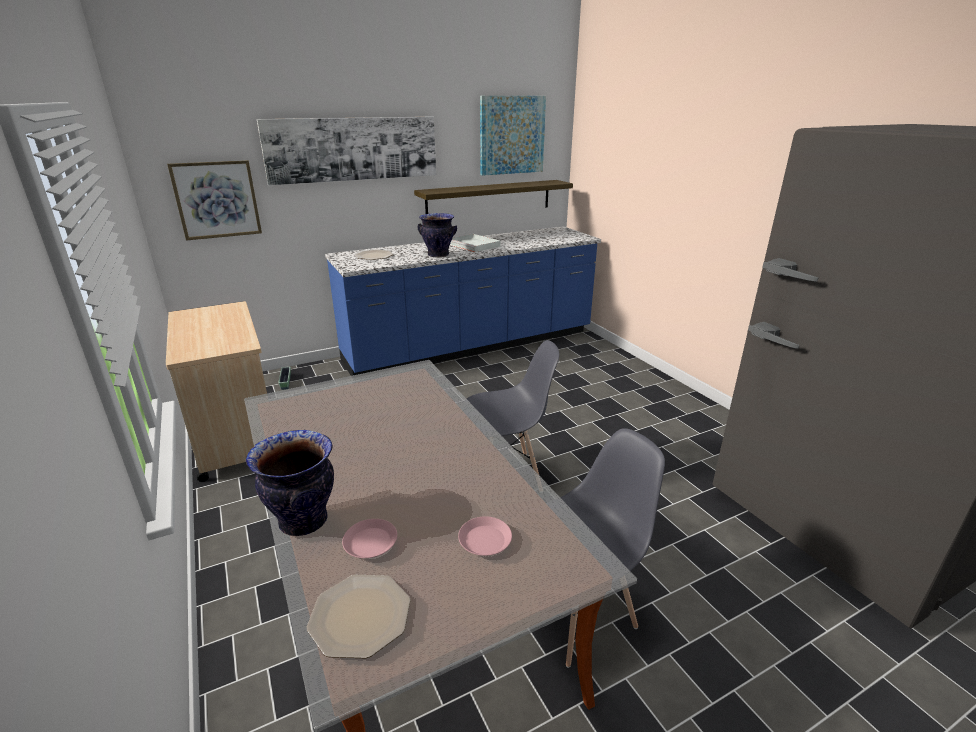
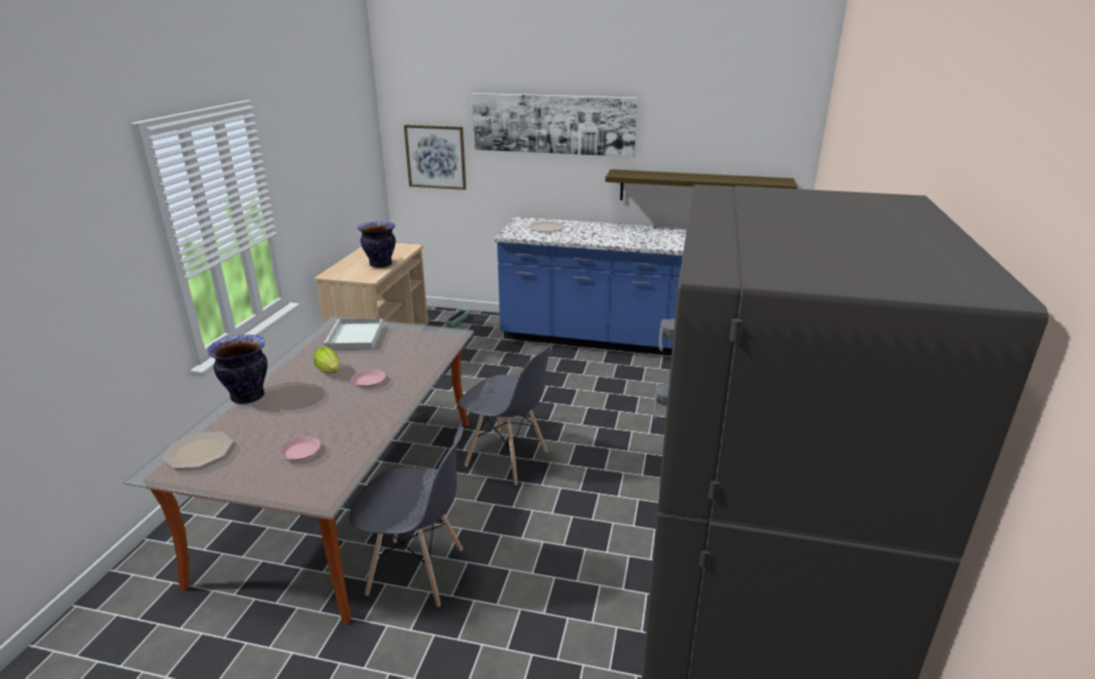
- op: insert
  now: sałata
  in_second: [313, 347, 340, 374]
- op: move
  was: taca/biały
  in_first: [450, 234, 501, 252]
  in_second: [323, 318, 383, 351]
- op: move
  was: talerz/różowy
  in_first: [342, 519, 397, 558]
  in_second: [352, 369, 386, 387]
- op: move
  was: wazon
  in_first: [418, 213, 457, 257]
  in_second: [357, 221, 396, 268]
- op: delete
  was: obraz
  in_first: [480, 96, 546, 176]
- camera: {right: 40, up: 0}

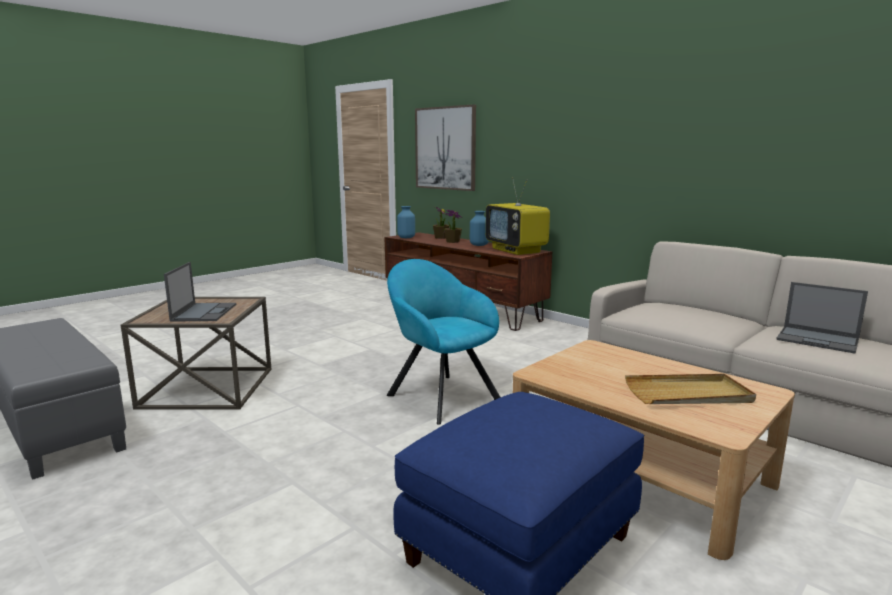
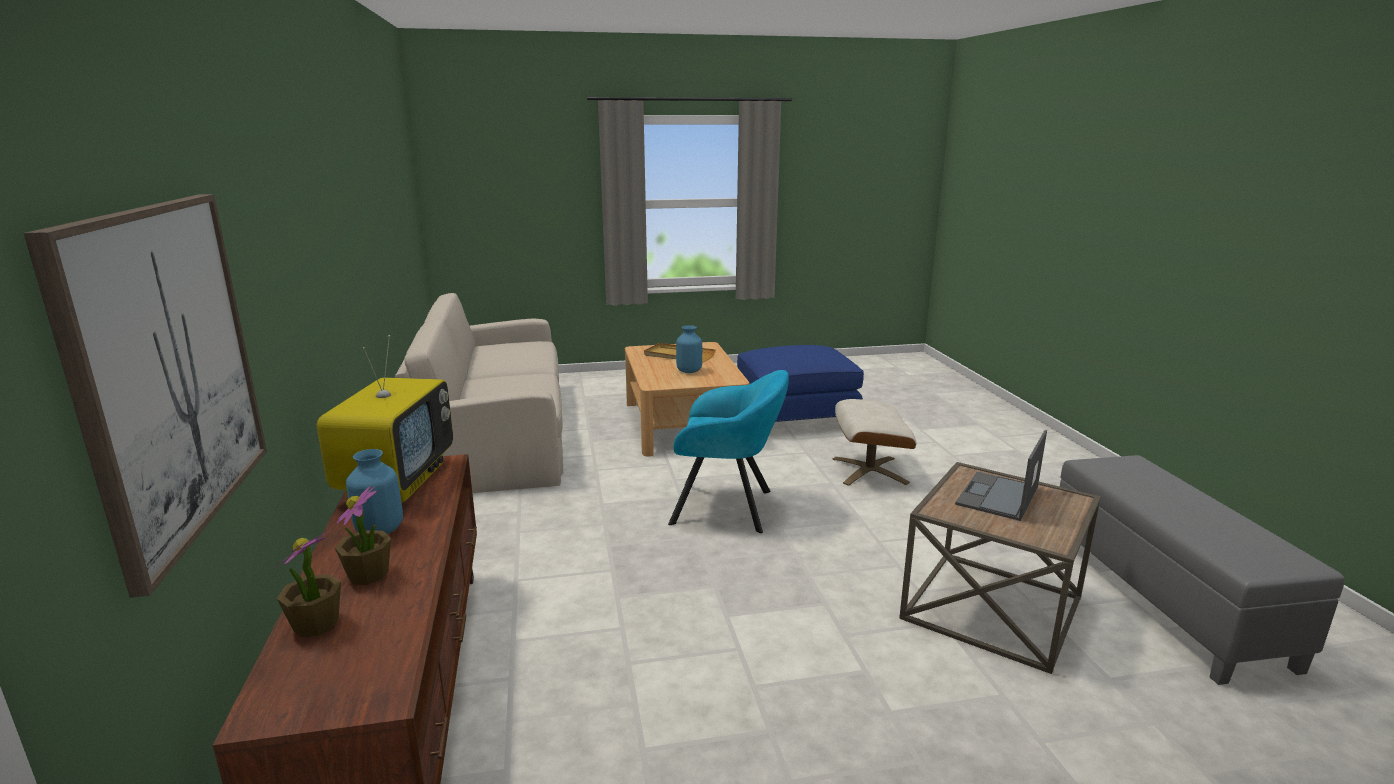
- op: rotate
  was: fotel/turkusowy
  in_first: [387, 259, 500, 425]
  in_second: [668, 370, 789, 533]
  clockwise: -75
- op: move
  was: wazon/niebieski
  in_first: [397, 206, 415, 238]
  in_second: [676, 325, 702, 373]
- op: insert
  now: pufa/beżowy
  in_second: [832, 399, 916, 486]
- op: delete
  was: laptop
  in_first: [776, 282, 868, 353]
- camera: {right: -145, up: 5}

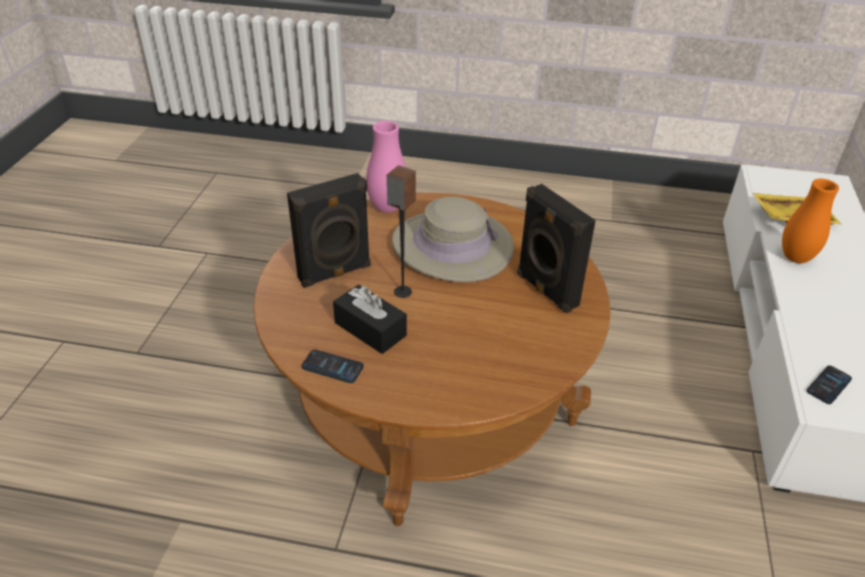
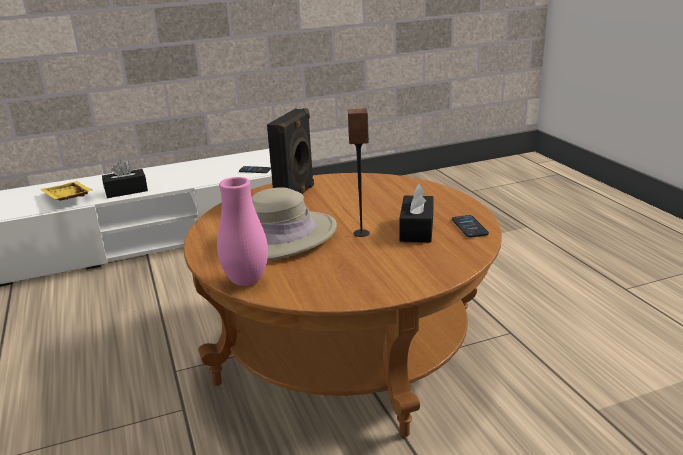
- op: replace
  was: wazon/pomarańczowy
  now: pudełko chusteczek/czarny
  in_first: [782, 179, 839, 263]
  in_second: [102, 160, 148, 198]
- op: delete
  was: głośnik/czarny
  in_first: [287, 173, 371, 288]
- camera: {right: -120, up: -15}

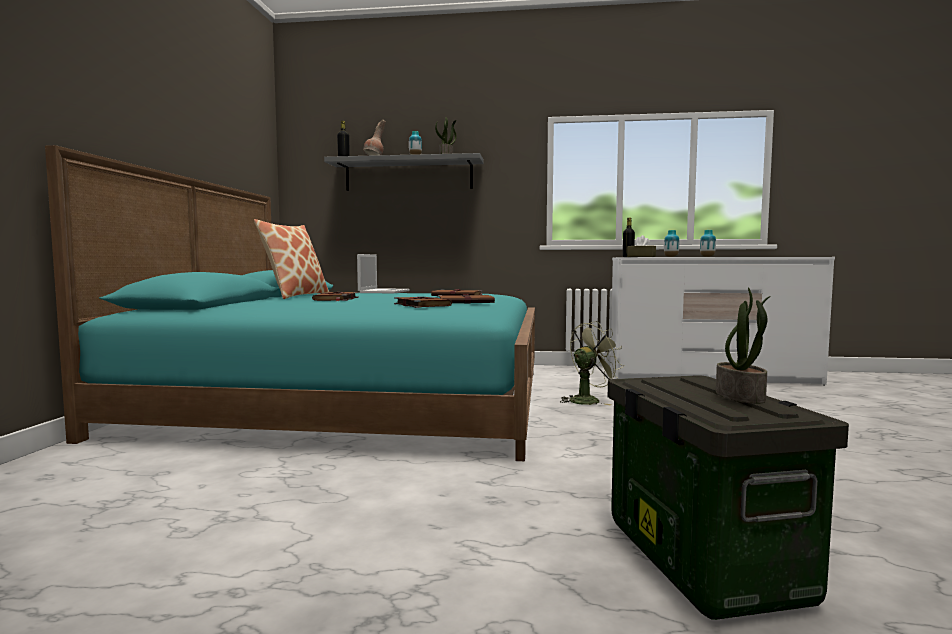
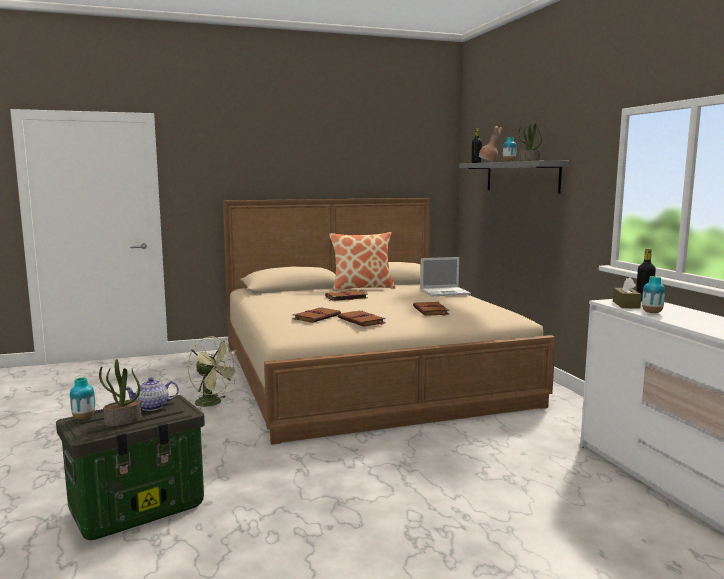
- op: move
  was: wazon
  in_first: [700, 230, 716, 257]
  in_second: [70, 377, 95, 420]
- op: insert
  now: imbryk
  in_second: [126, 377, 179, 411]
- op: move
  was: wentylator/zielony
  in_first: [560, 321, 624, 406]
  in_second: [188, 336, 240, 410]
- op: recolor
  was: łóżko/turkusowy
  now: łóżko/beżowy
  in_first: [45, 145, 535, 461]
  in_second: [223, 198, 556, 445]
- camera: {right: 65, up: 5}

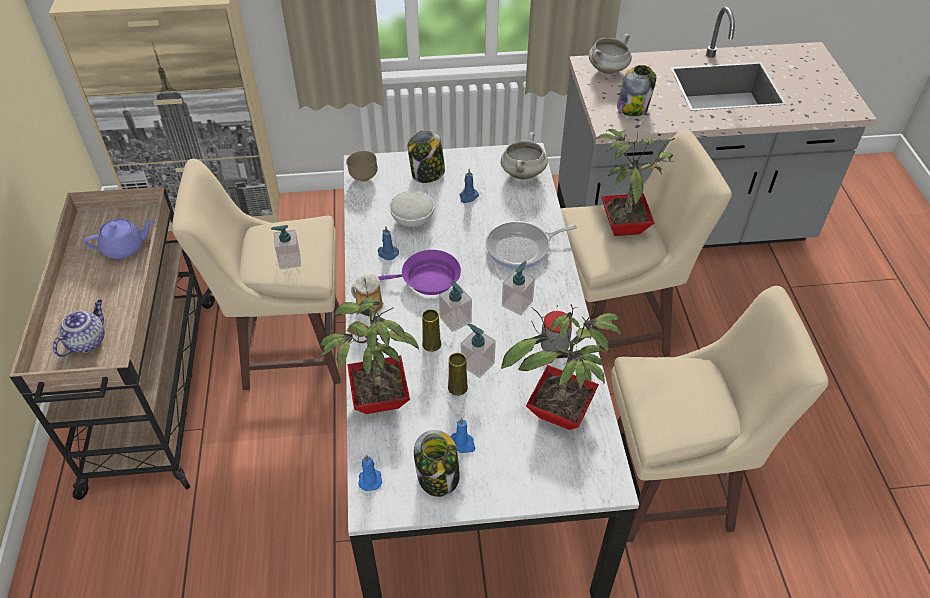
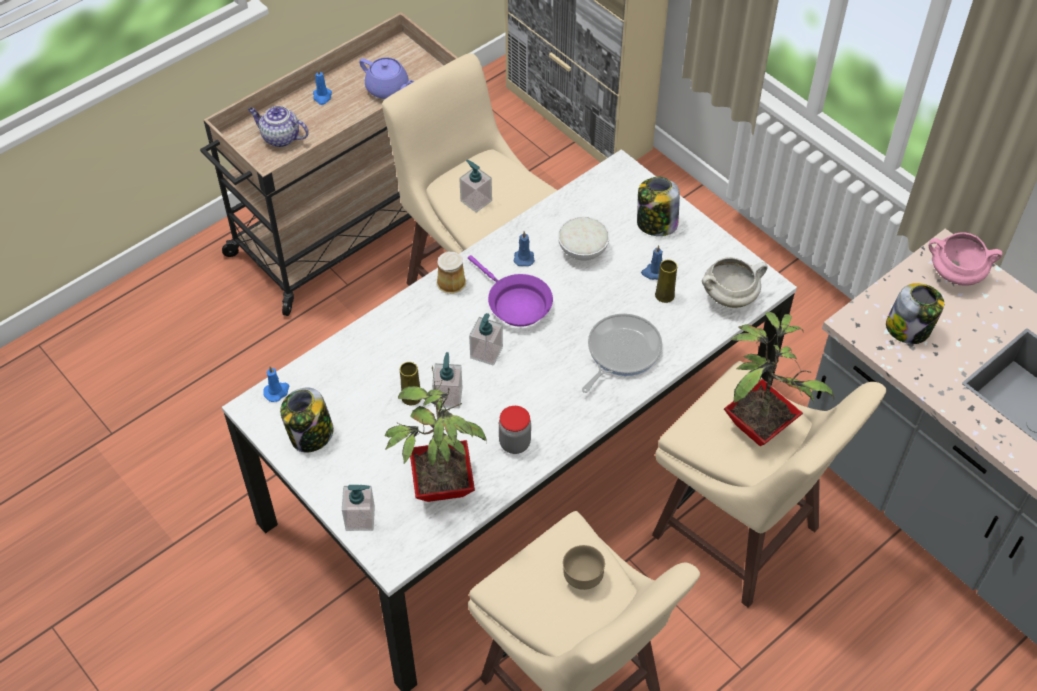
- op: rotate
  was: imbryk
  in_first: [53, 300, 105, 357]
  in_second: [248, 106, 309, 147]
  clockwise: -150
- op: move
  was: świeca/niebieski
  in_first: [450, 418, 475, 453]
  in_second: [313, 68, 332, 105]
- op: move
  was: dozownik mydła
  in_first: [502, 261, 535, 315]
  in_second: [342, 485, 375, 531]
- op: move
  was: miska/brązowy
  in_first: [346, 151, 378, 182]
  in_second: [563, 545, 605, 590]
- op: rotate
  was: patelnia
  in_first: [486, 221, 577, 269]
  in_second: [582, 314, 662, 393]
  clockwise: 90
- op: move
  was: wazon/żółty
  in_first: [422, 309, 441, 352]
  in_second: [655, 260, 677, 303]
- op: recolor
  was: garnek/biały
  now: garnek/różowy
  in_first: [589, 34, 632, 74]
  in_second: [929, 232, 1002, 286]
- op: delete
  was: roślina doniczkowa
  in_first: [320, 277, 419, 414]
- camera: {right: 55, up: 5}

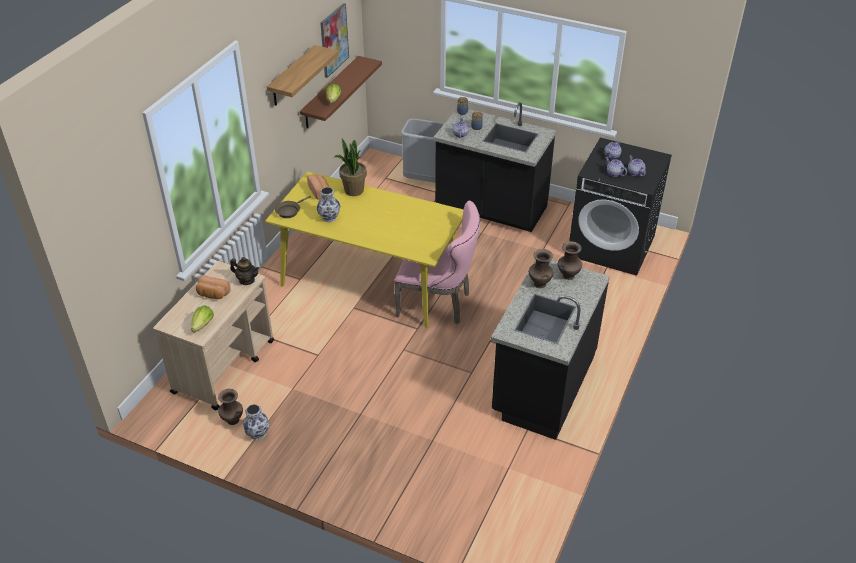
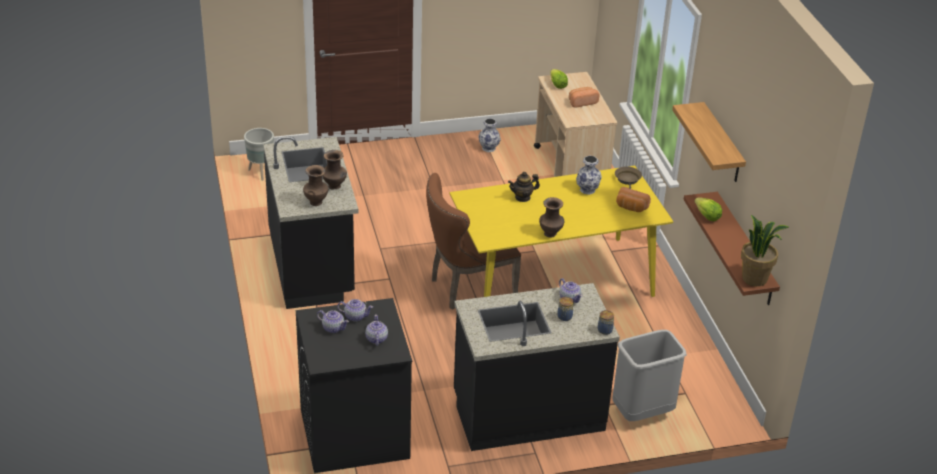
- op: insert
  now: donica/szary
  in_second: [244, 128, 274, 181]
- op: recolor
  was: krzesło/różowy
  now: krzesło/brązowy
  in_first: [394, 201, 480, 324]
  in_second: [426, 173, 521, 310]
- op: move
  was: imbryk
  in_first: [230, 257, 259, 285]
  in_second: [508, 172, 540, 202]
- op: move
  was: wazon/brązowy
  in_first: [218, 389, 243, 425]
  in_second: [539, 197, 564, 237]
- op: move
  was: roślina doniczkowa
  in_first: [335, 138, 367, 196]
  in_second: [741, 215, 789, 286]
- op: delete
  was: obraz
  in_first: [320, 3, 349, 78]
- camera: {right: 140, up: -5}

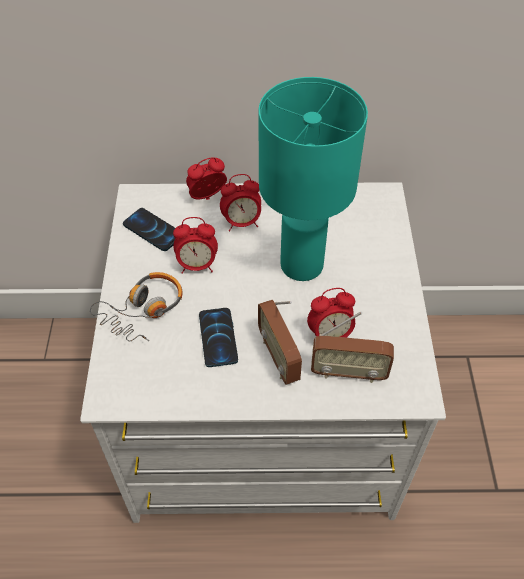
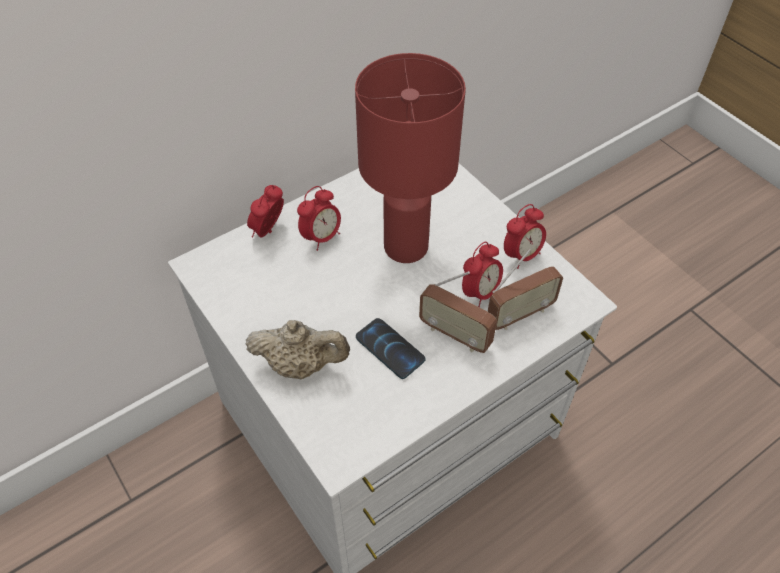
- op: replace
  was: słuchawki
  now: imbryk/beżowy
  in_first: [90, 272, 183, 342]
  in_second: [245, 320, 350, 379]
- op: recolor
  was: lampa stołowa/turkusowy
  now: lampa stołowa/czerwony
  in_first: [258, 77, 368, 281]
  in_second: [355, 53, 466, 263]
- op: move
  was: budzik
  in_first: [173, 217, 218, 274]
  in_second: [504, 204, 546, 269]
- op: delete
  was: telefon
  in_first: [123, 208, 175, 251]
- camera: {right: -35, up: 0}

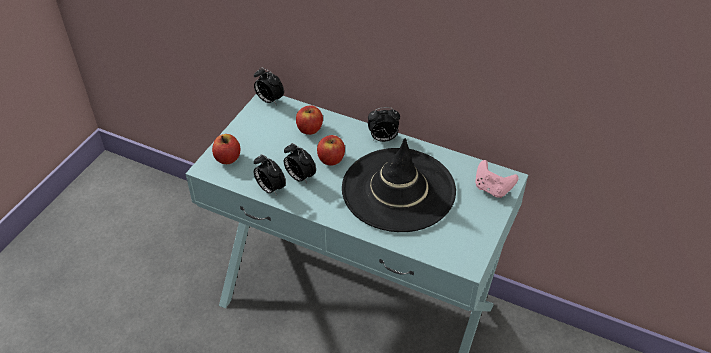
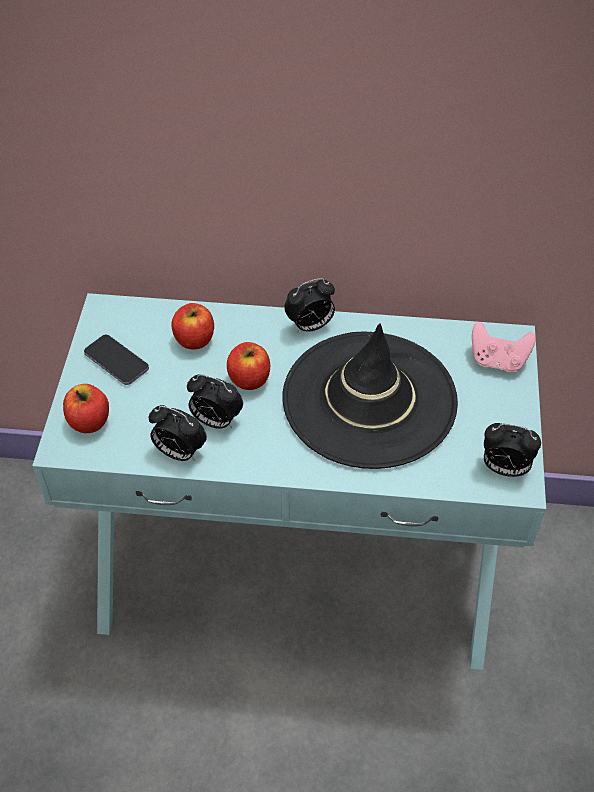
- op: insert
  now: telefon
  in_second: [84, 335, 149, 385]
- op: move
  was: budzik
  in_first: [254, 67, 284, 105]
  in_second: [484, 423, 541, 477]
- camera: {right: -20, up: 5}

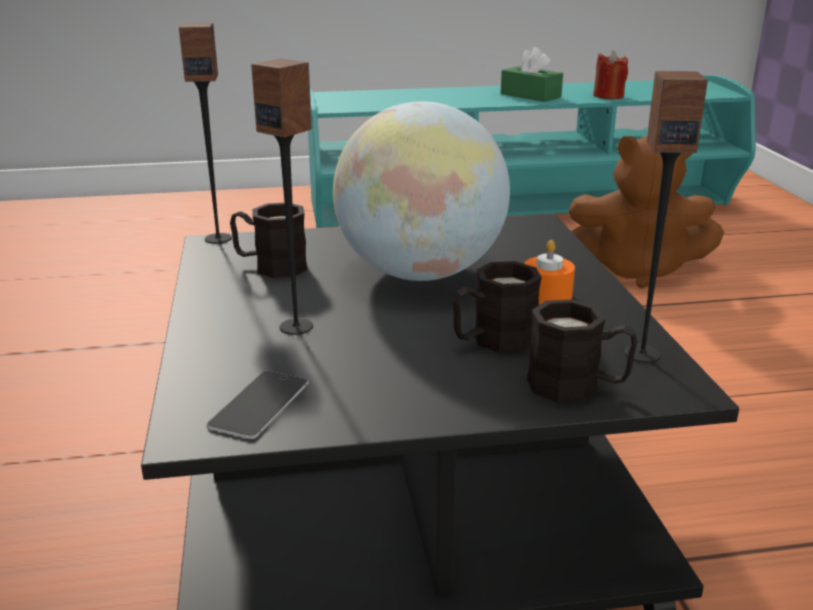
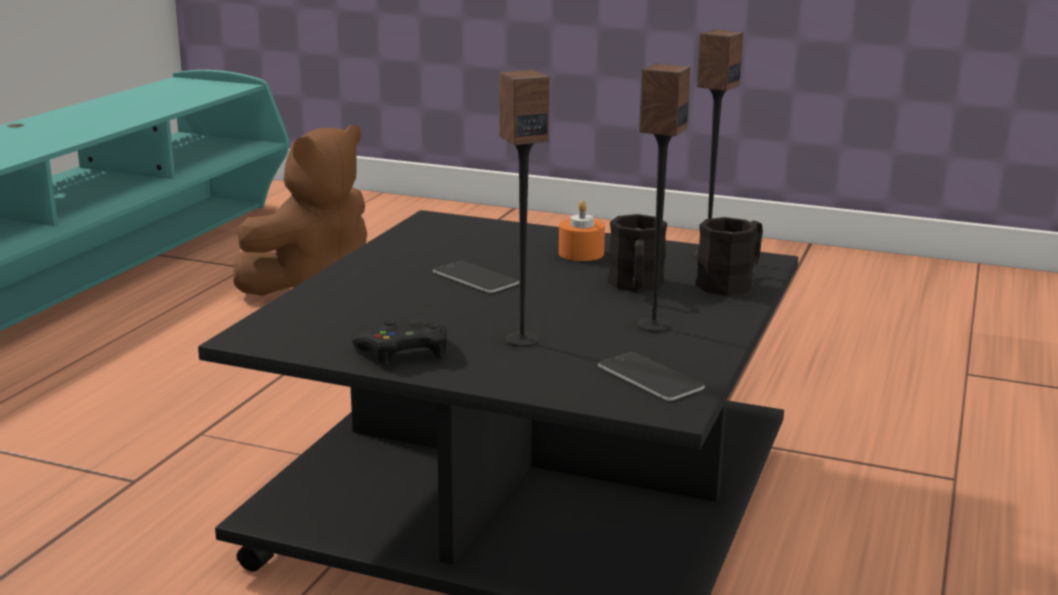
- op: insert
  now: pad do gier/czarny
  in_second: [352, 319, 447, 366]
- op: replace
  was: globus
  now: telefon
  in_first: [333, 101, 510, 281]
  in_second: [433, 261, 520, 293]
- op: move
  was: głośnik
  in_first: [179, 23, 232, 244]
  in_second: [637, 64, 690, 332]
- op: delete
  was: kubek/czarny
  in_first: [230, 203, 308, 278]
- op: delete
  was: pudełko chusteczek/zielony
  in_first: [501, 47, 563, 102]
- op: delete
  was: świeca/czerwony
  in_first: [593, 51, 628, 99]
- camera: {right: -60, up: -5}

